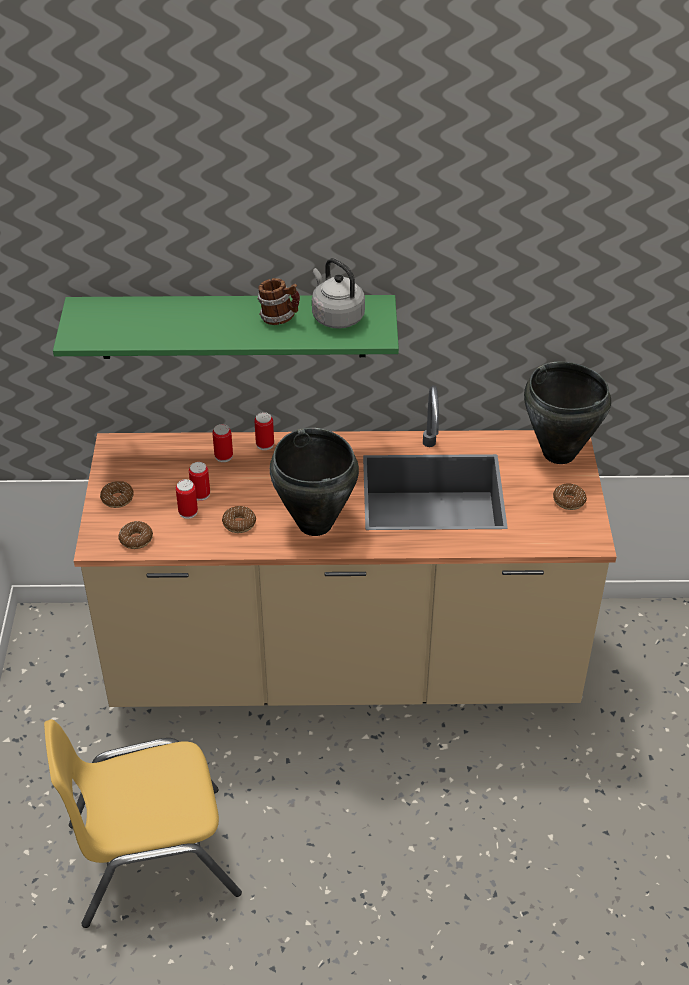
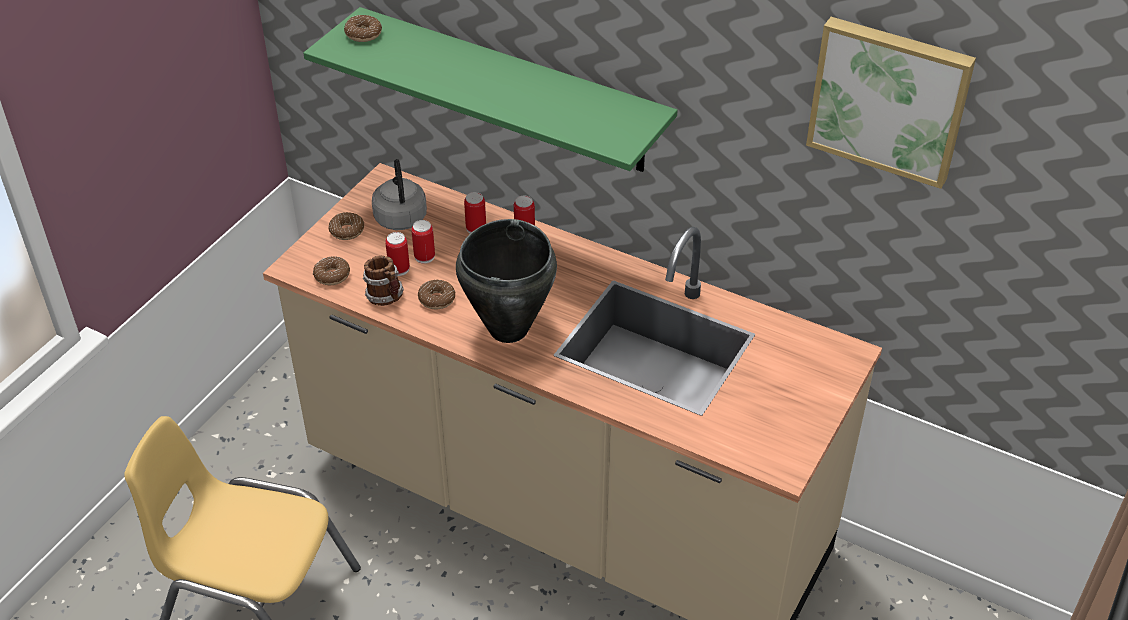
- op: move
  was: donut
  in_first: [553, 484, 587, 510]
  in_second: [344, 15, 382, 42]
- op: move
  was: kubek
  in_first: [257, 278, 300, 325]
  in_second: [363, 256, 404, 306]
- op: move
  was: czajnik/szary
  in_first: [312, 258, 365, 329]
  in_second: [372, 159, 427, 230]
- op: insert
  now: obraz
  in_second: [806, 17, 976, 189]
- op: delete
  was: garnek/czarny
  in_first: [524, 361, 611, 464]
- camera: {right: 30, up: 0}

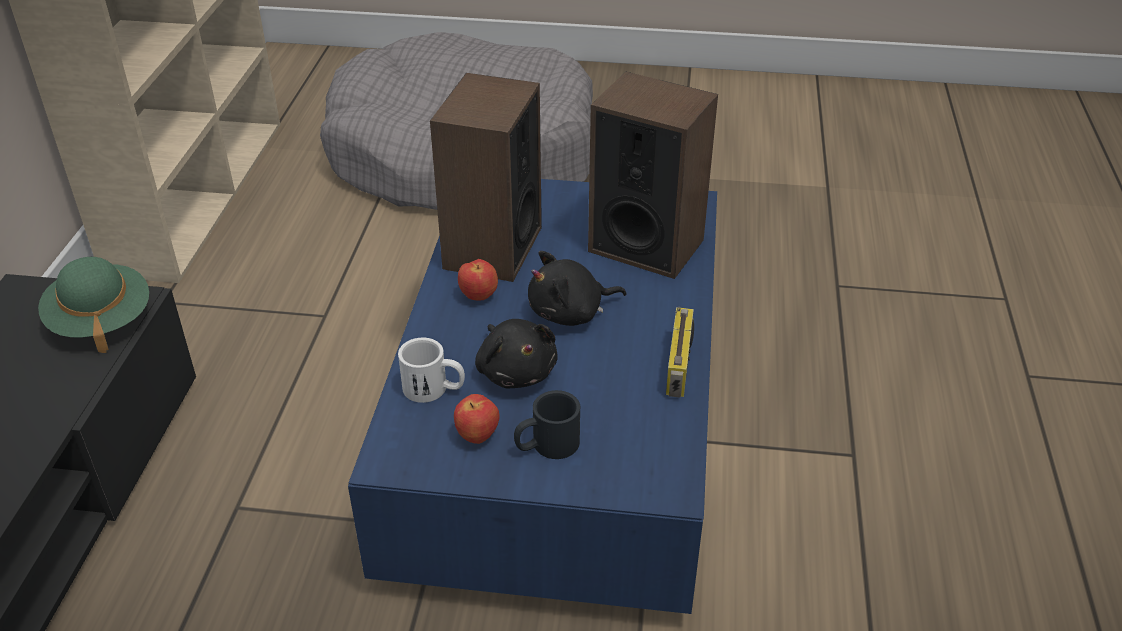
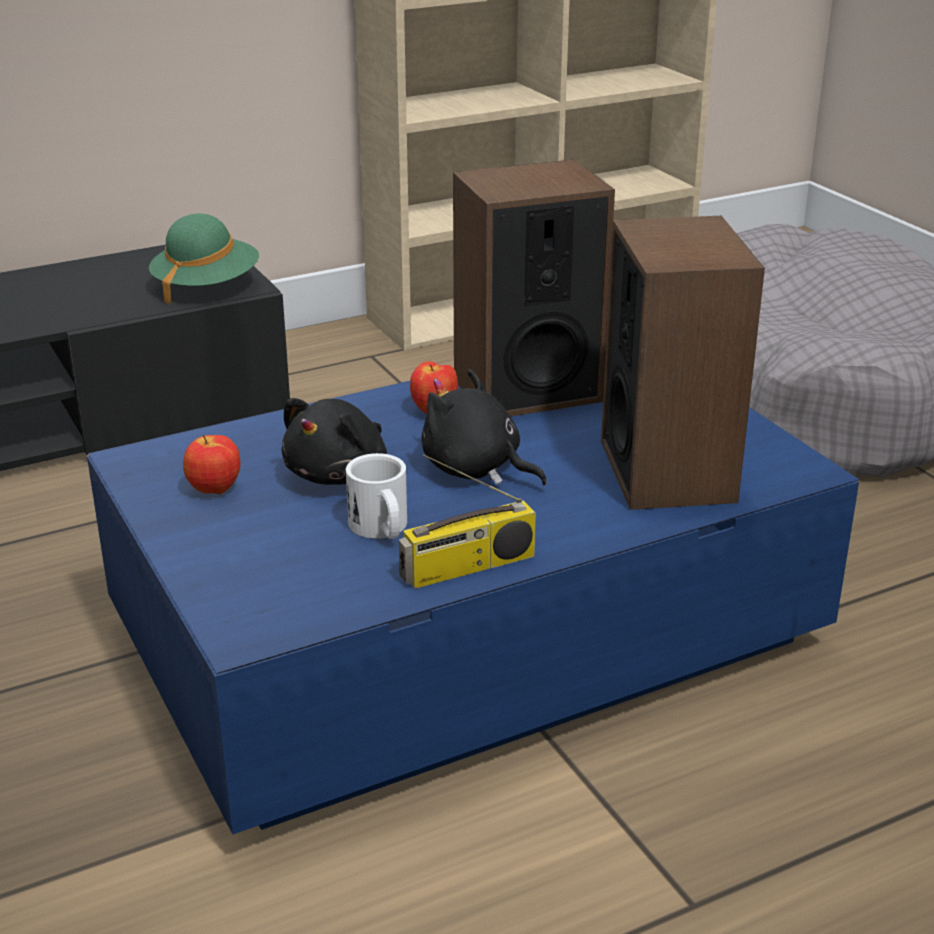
- op: move
  was: kubek/biały
  in_first: [398, 337, 465, 403]
  in_second: [346, 453, 407, 539]
- op: delete
  was: kubek/czarny
  in_first: [514, 390, 580, 459]
- camera: {right: 55, up: -10}

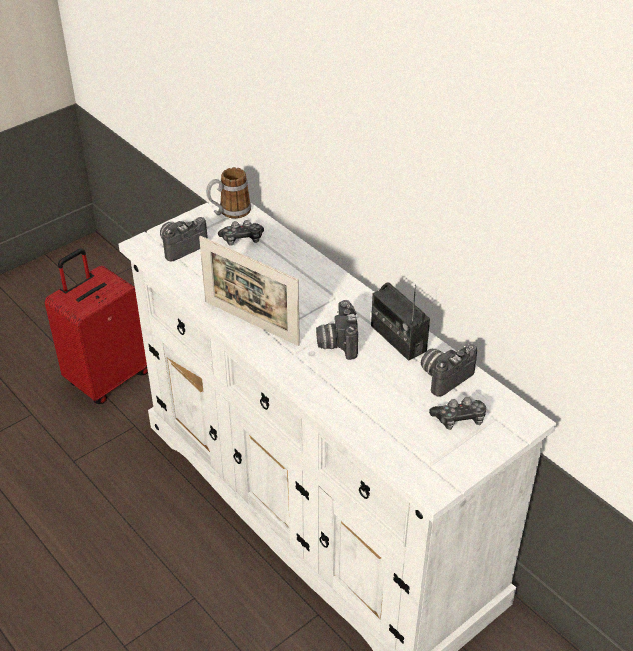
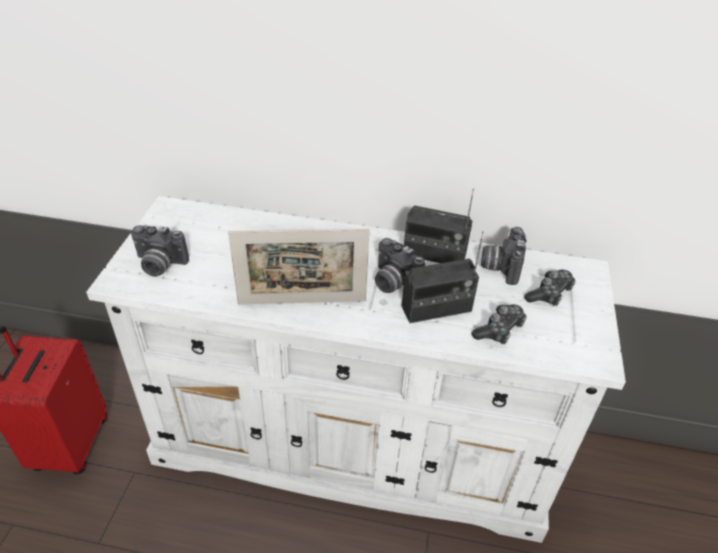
- op: rotate
  was: aparat fotograficzny
  in_first: [160, 217, 208, 261]
  in_second: [131, 225, 189, 277]
  clockwise: -90
- op: insert
  now: radio
  in_second: [402, 231, 484, 323]
- op: move
  was: pad do gier
  in_first: [218, 220, 264, 246]
  in_second: [471, 304, 527, 344]
- op: delete
  was: kubek
  in_first: [206, 167, 251, 219]
- camera: {right: -40, up: 0}

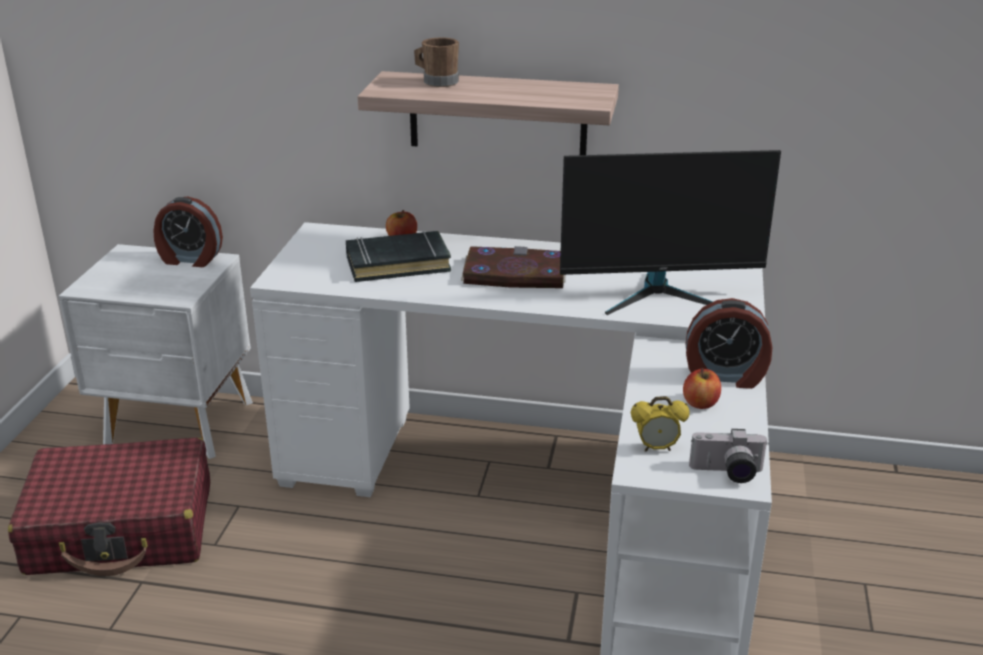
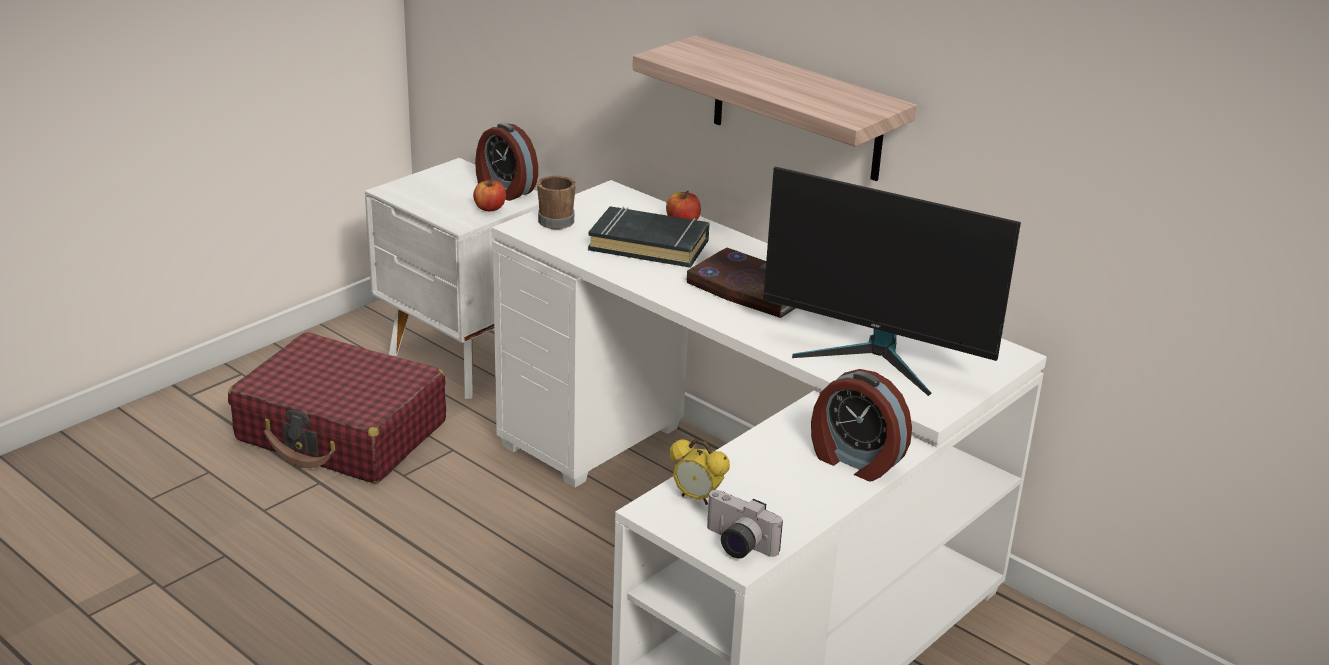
- op: move
  was: jabłko
  in_first: [683, 368, 721, 409]
  in_second: [473, 178, 506, 211]
- op: move
  was: kubek/brązowy
  in_first: [414, 37, 459, 87]
  in_second: [537, 176, 576, 229]
- camera: {right: 30, up: 0}

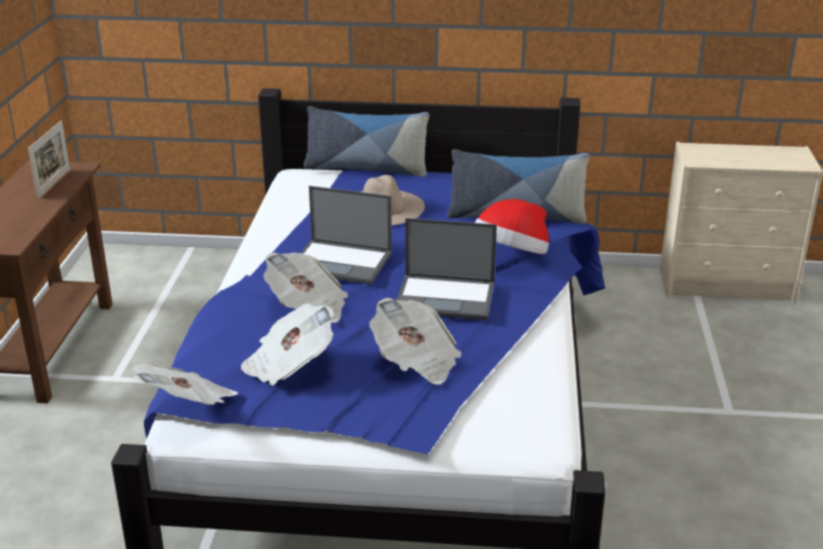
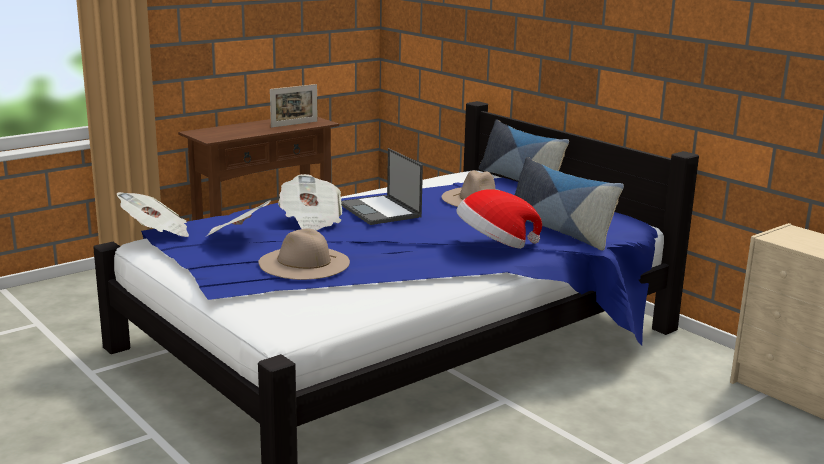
- op: replace
  was: gazeta
  now: kapelusz/beżowy
  in_first: [369, 298, 462, 385]
  in_second: [258, 228, 350, 280]
- op: delete
  was: laptop
  in_first: [397, 218, 497, 320]
- camera: {right: 45, up: -10}

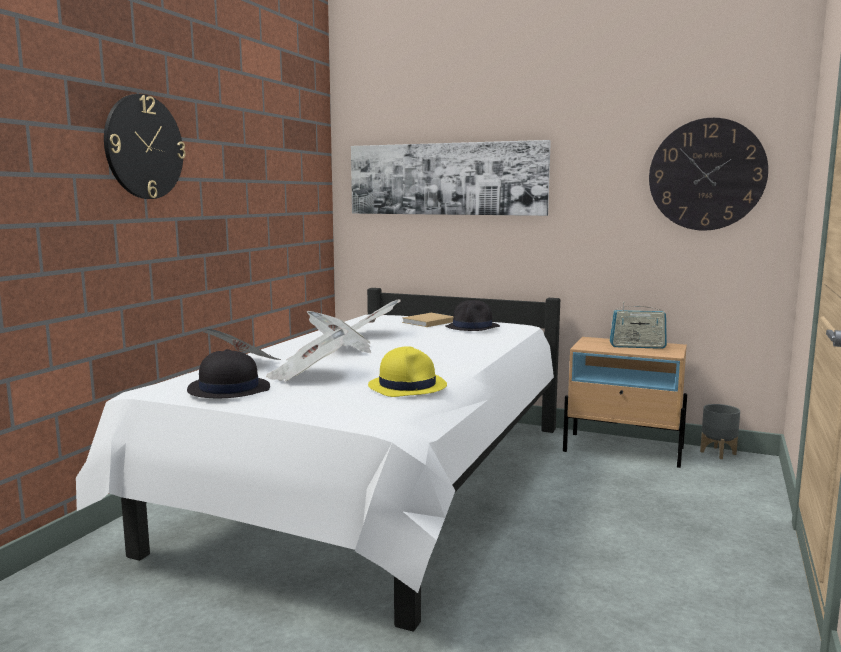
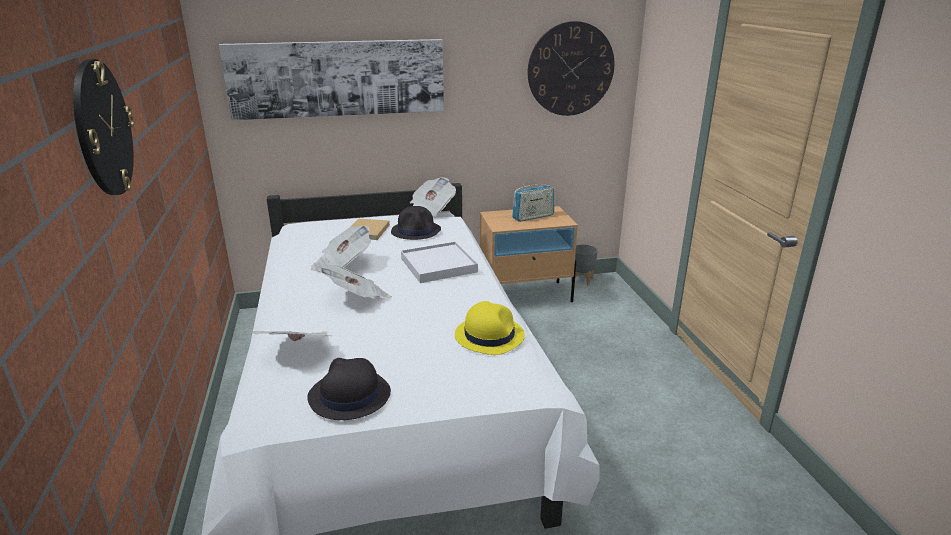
- op: insert
  now: taca/biały
  in_second: [401, 241, 478, 283]
- op: move
  was: gazeta
  in_first: [266, 329, 348, 382]
  in_second: [410, 177, 456, 217]
- camera: {right: -35, up: 15}

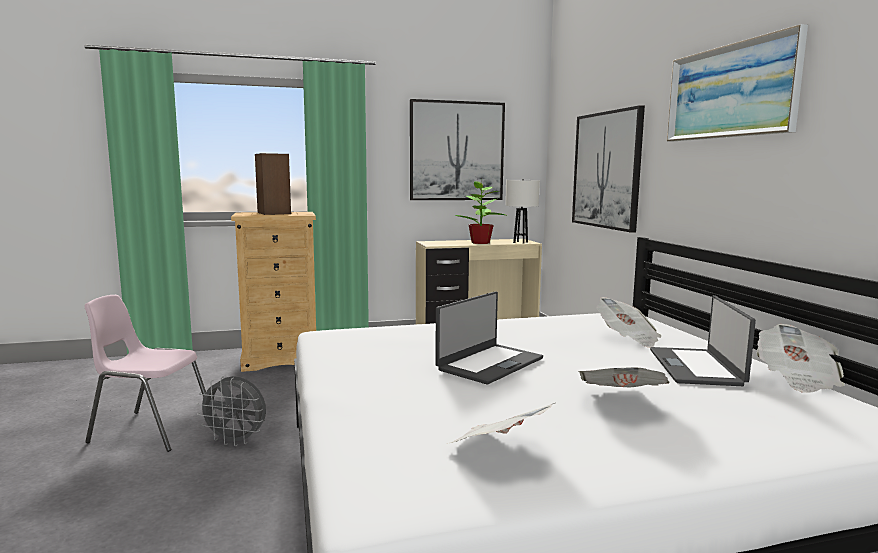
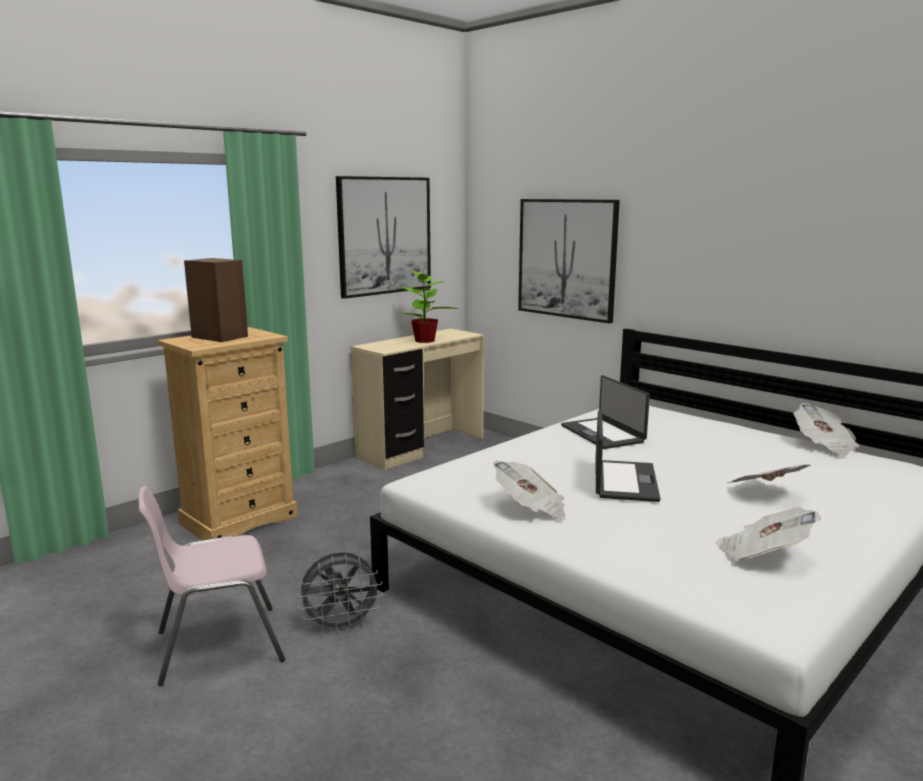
- op: move
  was: gazeta
  in_first: [596, 297, 661, 348]
  in_second: [493, 461, 566, 520]
- op: move
  was: laptop
  in_first: [650, 295, 756, 386]
  in_second: [561, 375, 650, 449]
- op: delete
  was: lampa stołowa/biały
  in_first: [505, 180, 540, 244]
- op: delete
  was: obraz
  in_first: [667, 24, 808, 142]
- camera: {right: -30, up: 5}

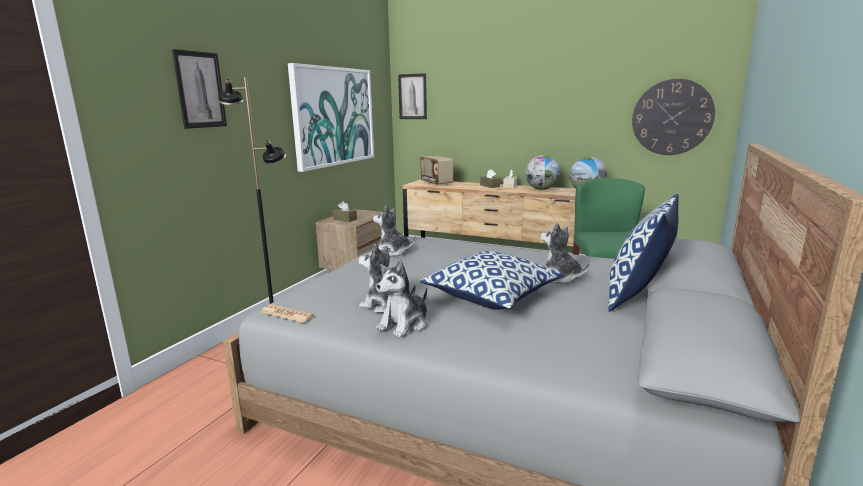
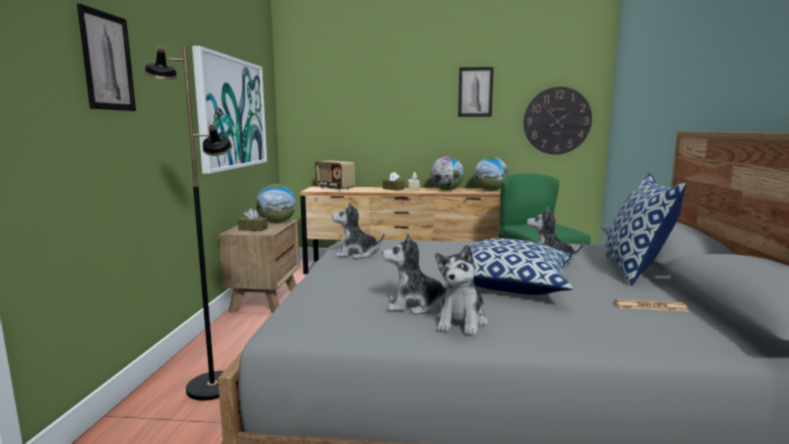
- op: insert
  now: globus
  in_second: [256, 184, 296, 223]
- op: move
  was: obraz
  in_first: [398, 73, 427, 119]
  in_second: [458, 67, 494, 117]
- op: move
  was: gazeta
  in_first: [261, 304, 314, 323]
  in_second: [615, 299, 689, 312]
- camera: {right: -20, up: -5}

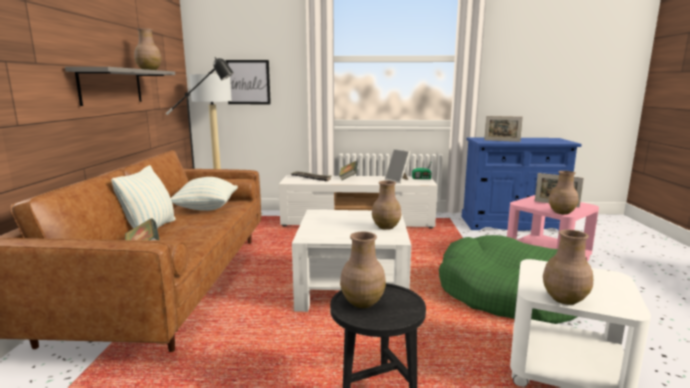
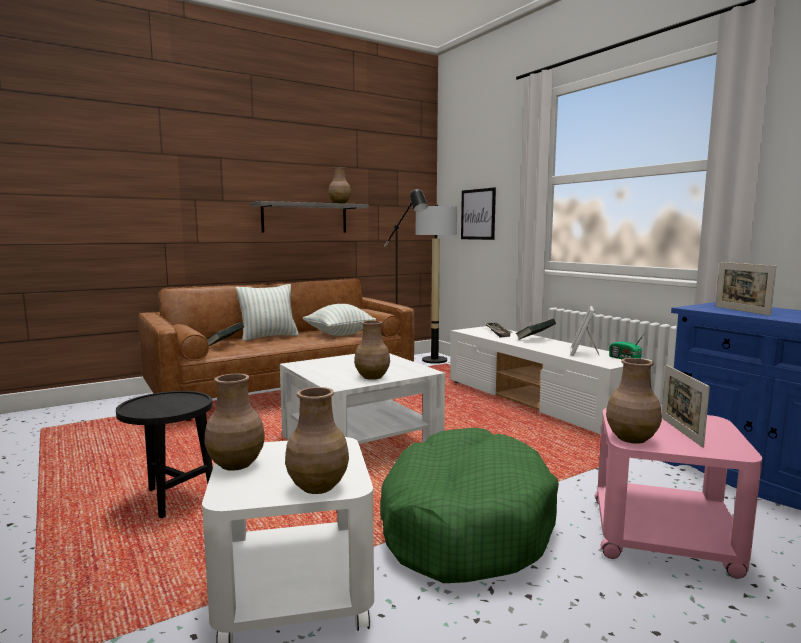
- op: move
  was: wazon/brązowy
  in_first: [340, 232, 386, 308]
  in_second: [285, 387, 349, 494]
- camera: {right: 55, up: -5}

